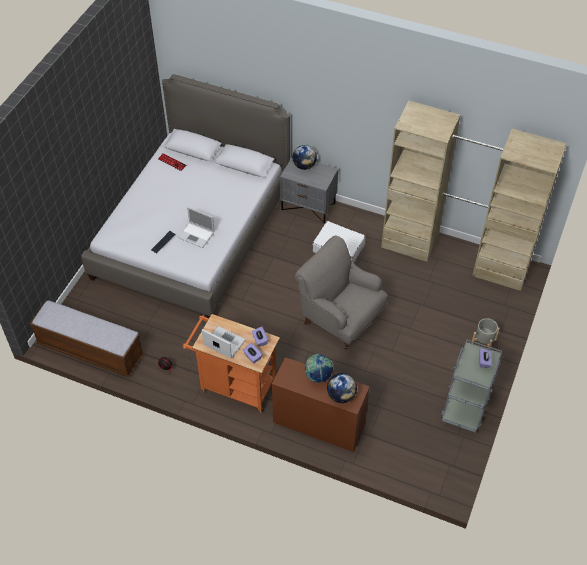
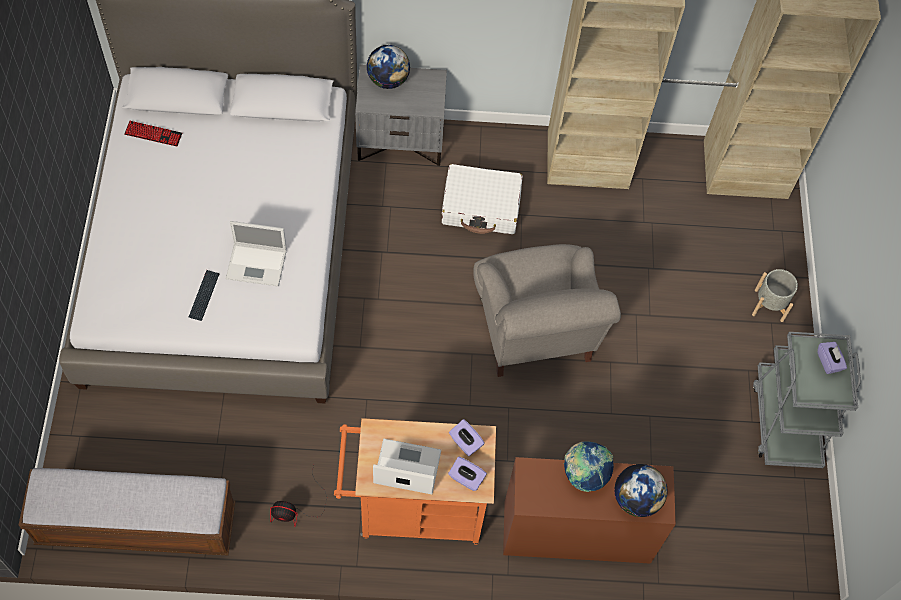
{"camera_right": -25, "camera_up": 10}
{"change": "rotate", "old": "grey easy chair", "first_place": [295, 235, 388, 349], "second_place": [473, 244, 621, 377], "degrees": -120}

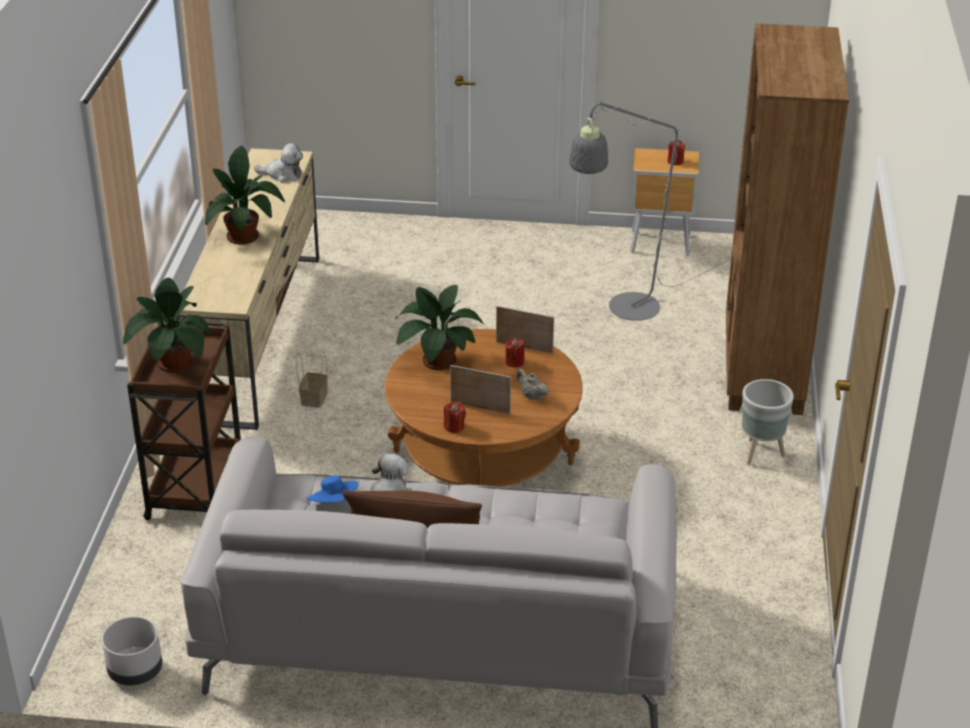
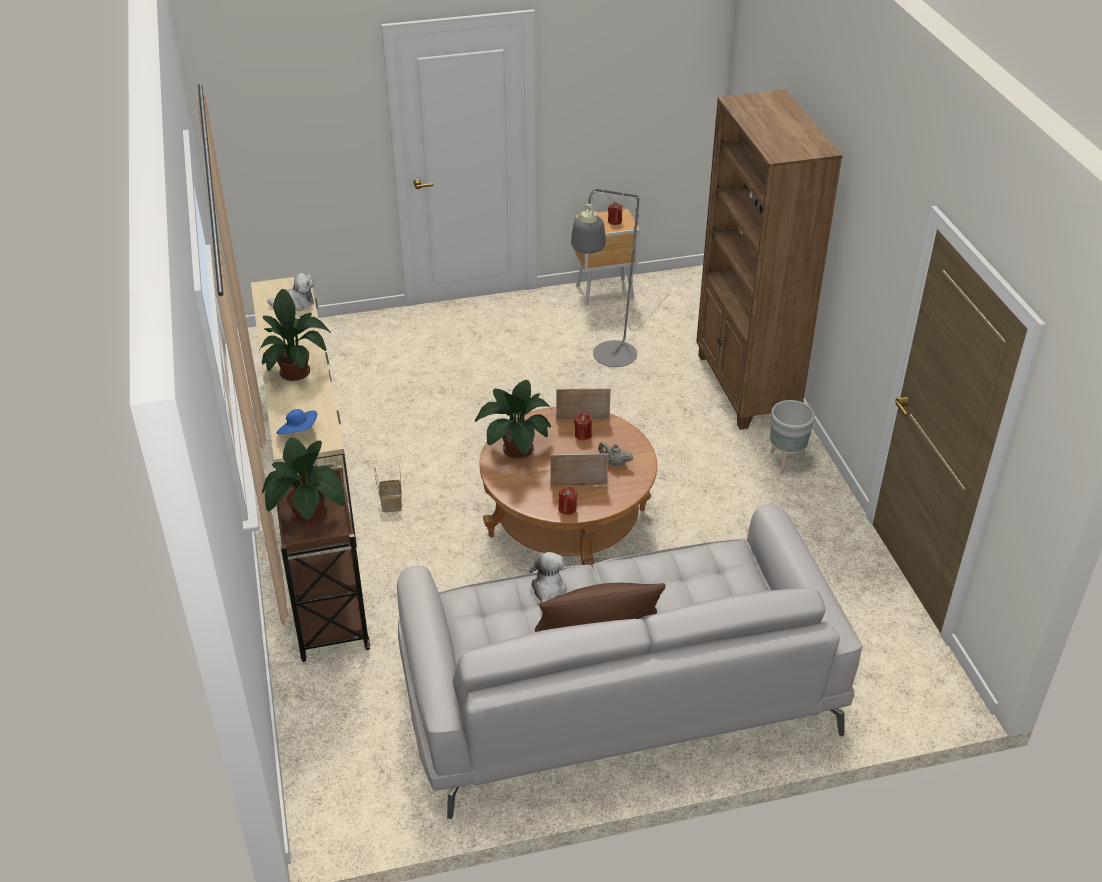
{"camera_right": -20, "camera_up": 5}
{"change": "delete", "old": "grey planter", "first_place": [102, 616, 162, 686]}
{"change": "move", "old": "blue wearable hat", "first_place": [307, 476, 358, 503], "second_place": [276, 409, 317, 434]}

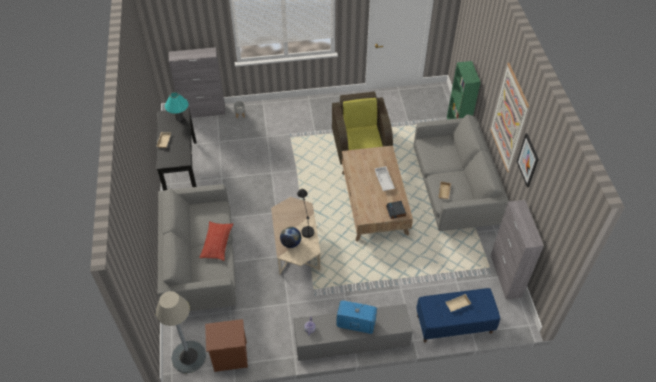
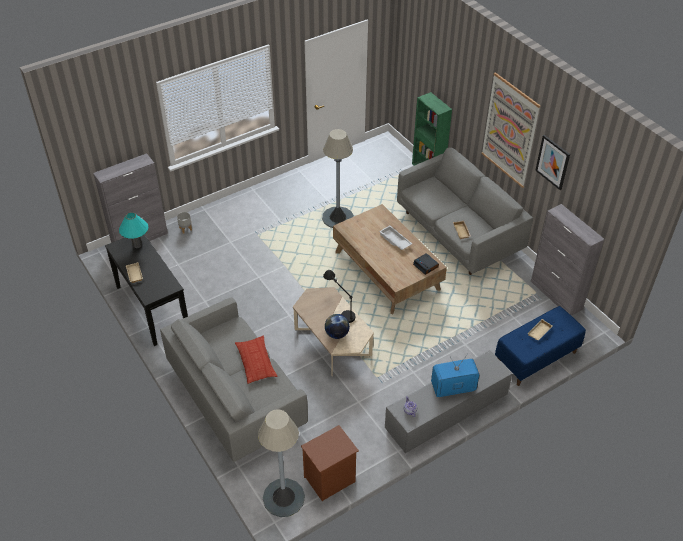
{"camera_right": -25, "camera_up": -5}
{"change": "replace", "old": "brown easy chair", "new": "grey floor lamp", "first_place": [332, 91, 393, 164], "second_place": [322, 129, 354, 228]}

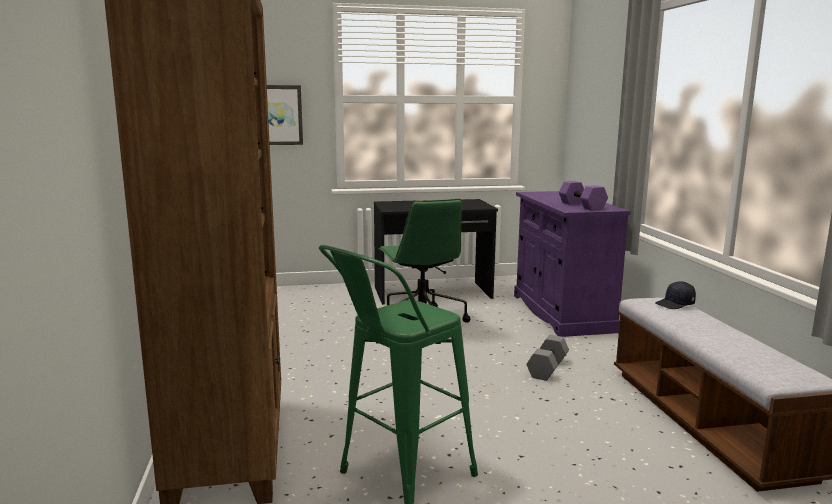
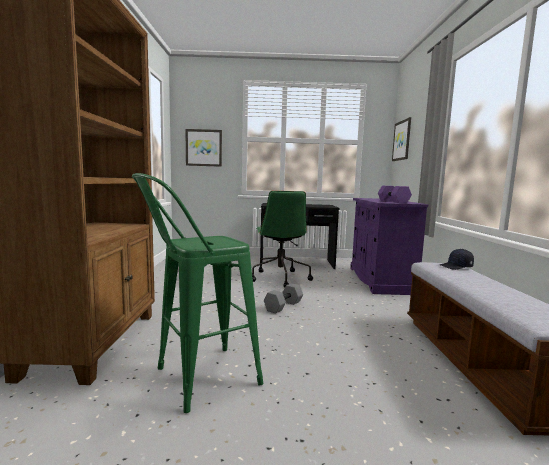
{"camera_right": 10, "camera_up": -5}
{"change": "move", "old": "grey hand weight", "first_place": [526, 335, 569, 381], "second_place": [264, 283, 303, 313]}
{"change": "insert", "new": "wall picture", "second_place": [392, 117, 411, 161]}

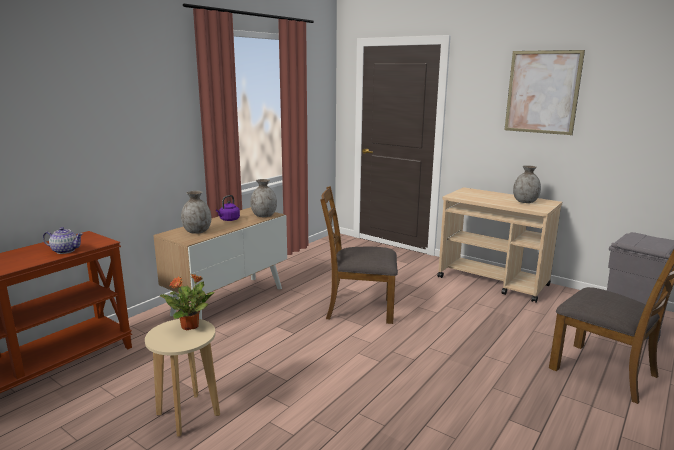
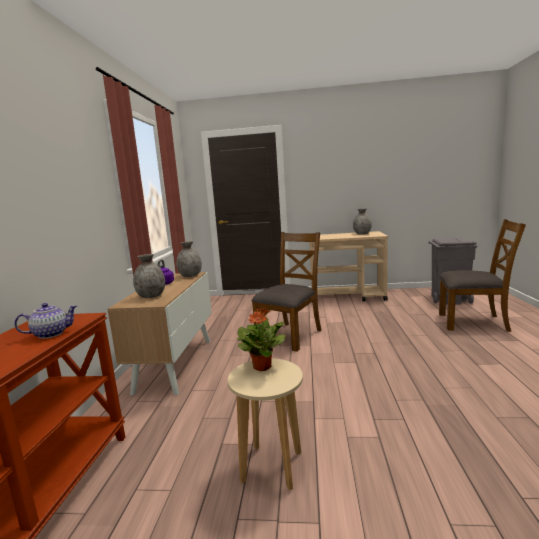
{"camera_right": -30, "camera_up": -5}
{"change": "rotate", "old": "brown chair", "first_place": [321, 186, 398, 324], "second_place": [252, 232, 322, 352], "degrees": 150}
{"change": "delete", "old": "wall picture", "first_place": [505, 50, 585, 135]}

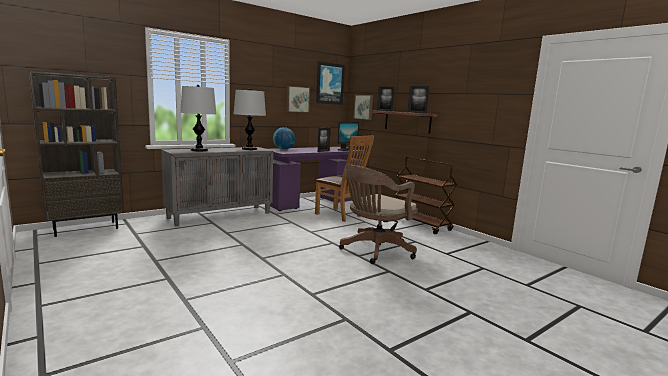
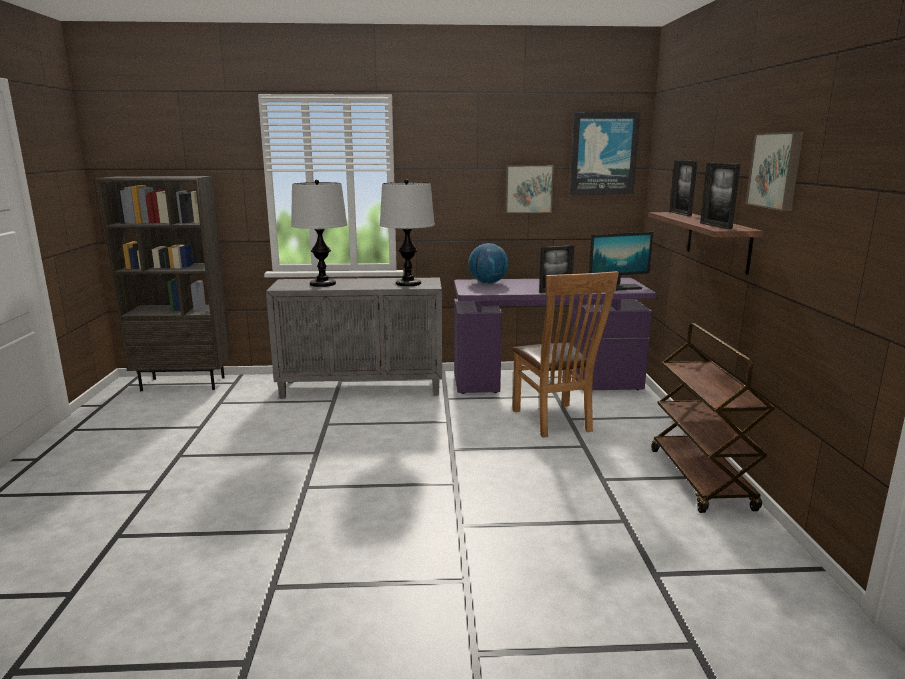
{"camera_right": 35, "camera_up": 5}
{"change": "delete", "old": "brown office chair", "first_place": [339, 165, 418, 264]}
{"change": "move", "old": "wall picture", "first_place": [353, 95, 373, 120], "second_place": [745, 132, 803, 211]}

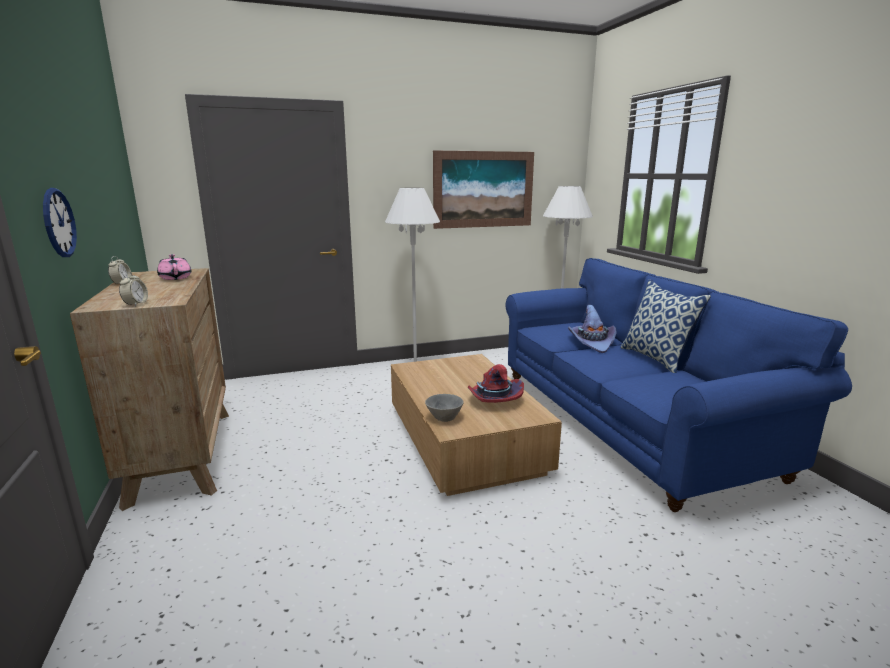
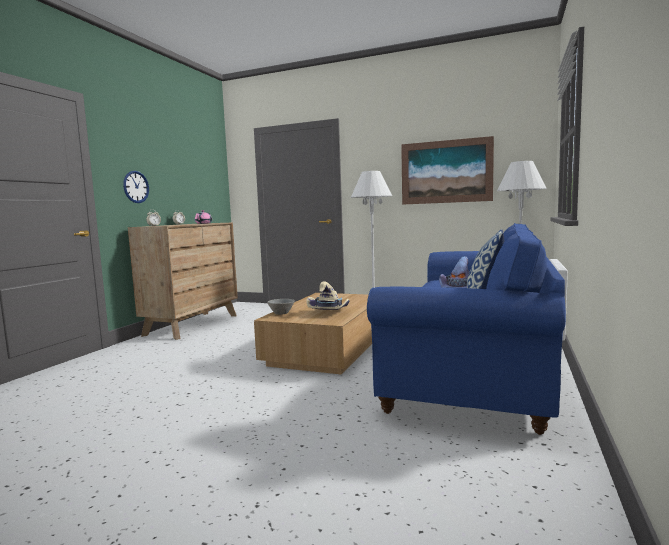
{"camera_right": 40, "camera_up": -10}
{"change": "recolor", "old": "reddish wearable hat", "new": "beige-coloured wearable hat", "first_place": [468, 364, 524, 403], "second_place": [306, 281, 349, 310]}

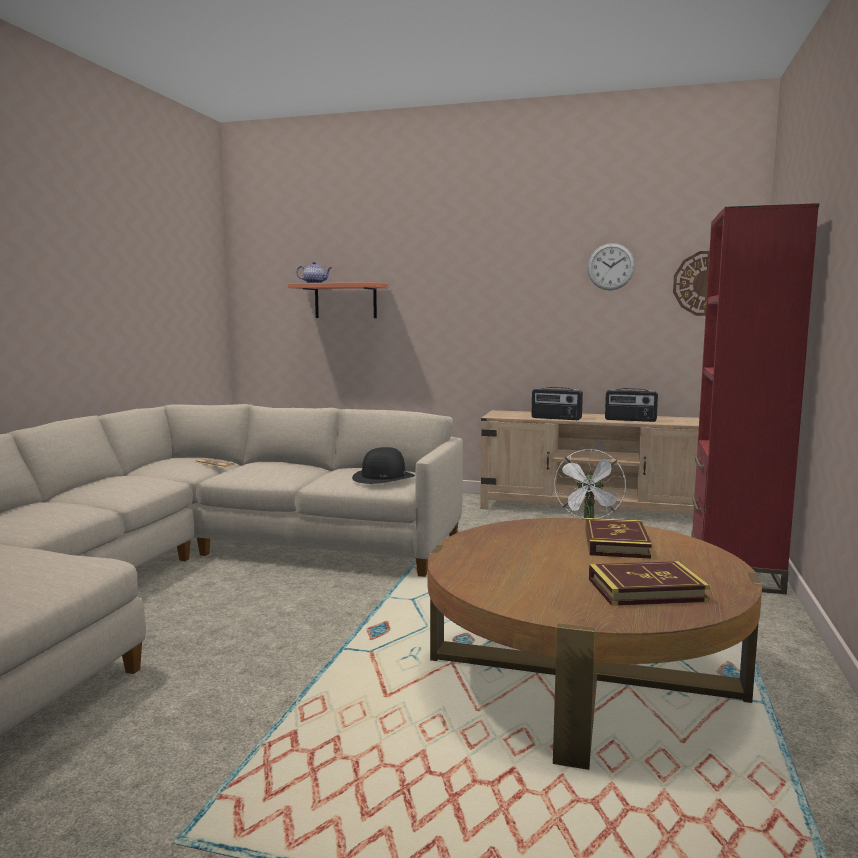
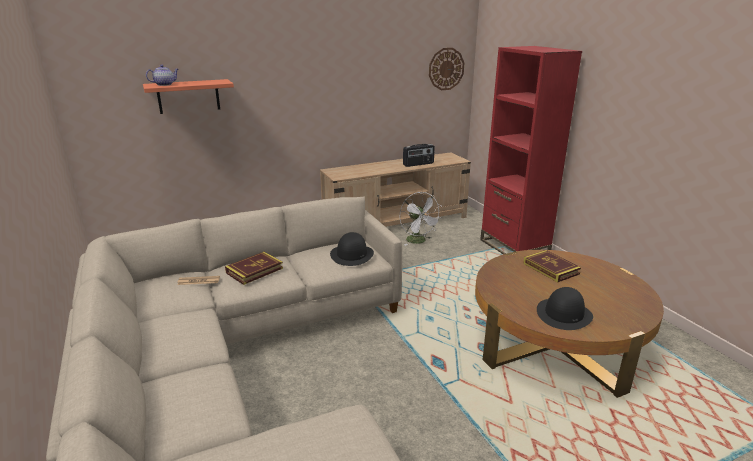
{"camera_right": -40, "camera_up": 15}
{"change": "delete", "old": "radio", "first_place": [531, 387, 583, 420]}
{"change": "delete", "old": "wall clock", "first_place": [587, 243, 635, 290]}
{"change": "move", "old": "book", "first_place": [589, 561, 710, 606], "second_place": [225, 252, 283, 285]}
{"change": "insert", "new": "blackish wearable hat", "second_place": [537, 287, 593, 330]}

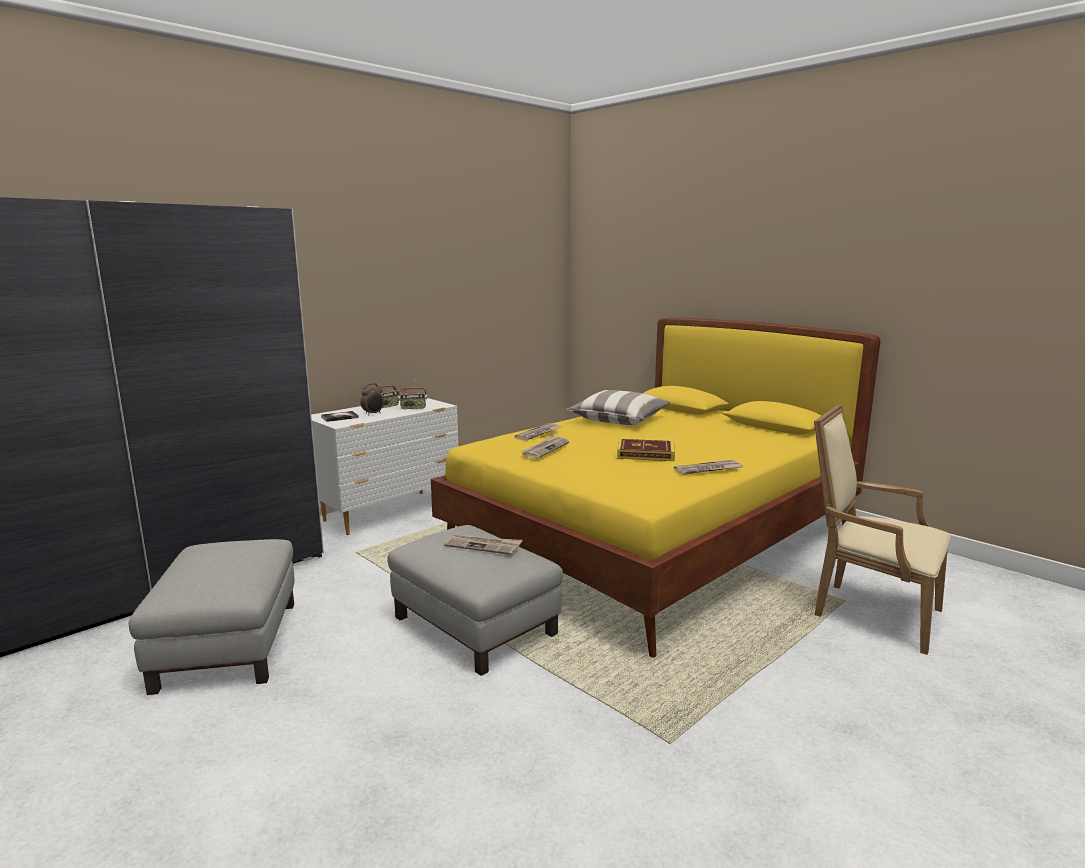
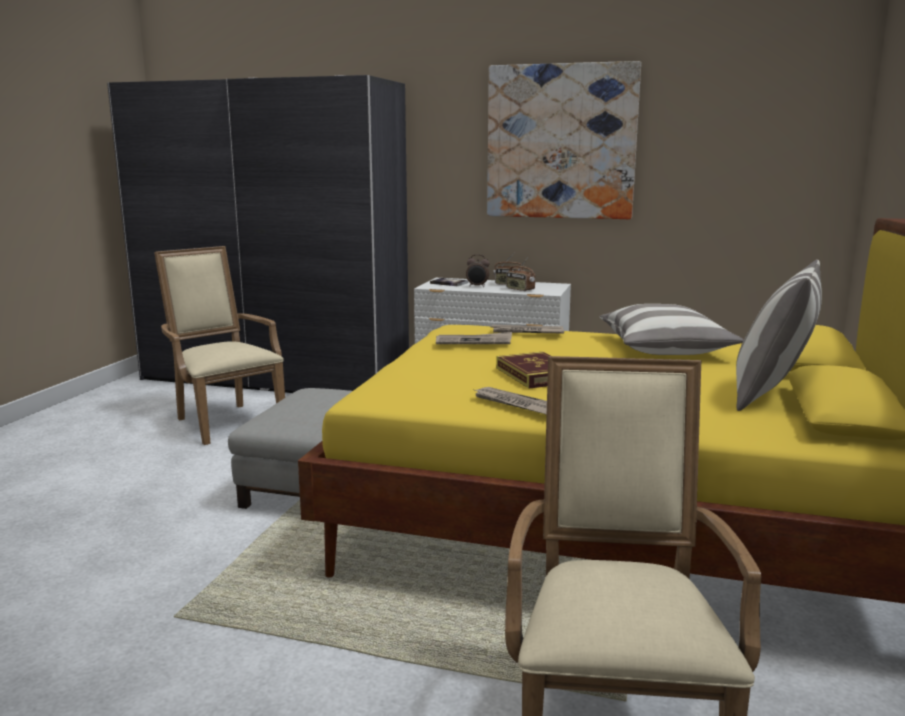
{"camera_right": 60, "camera_up": 0}
{"change": "replace", "old": "grey ottoman", "new": "beige-coloured easy chair", "first_place": [129, 539, 294, 695], "second_place": [154, 246, 285, 445]}
{"change": "delete", "old": "printed paper", "first_place": [444, 533, 522, 555]}
{"change": "insert", "new": "wall picture", "second_place": [487, 61, 641, 219]}
{"change": "insert", "new": "pillow", "second_place": [736, 260, 822, 411]}

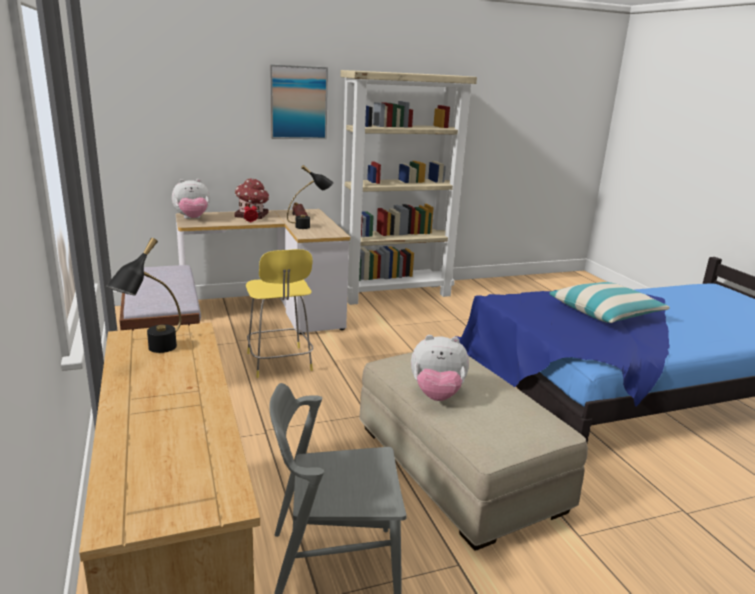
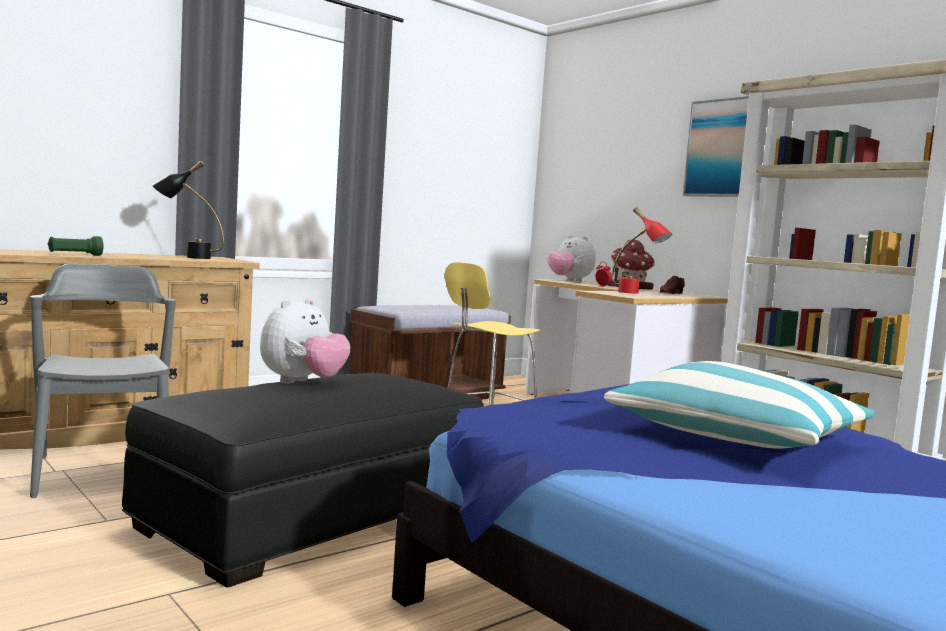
{"camera_right": 70, "camera_up": -15}
{"change": "recolor", "old": "blackish lamp for a table", "new": "reddish lamp for a table", "first_place": [287, 165, 333, 229], "second_place": [612, 207, 672, 294]}
{"change": "recolor", "old": "beige-coloured ottoman", "new": "blackish ottoman", "first_place": [359, 352, 588, 551], "second_place": [122, 373, 484, 587]}
{"change": "rotate", "old": "cuddly toy", "first_place": [411, 335, 469, 401], "second_place": [260, 298, 351, 383], "degrees": -135}
{"change": "insert", "new": "greenish flashlight", "second_place": [48, 236, 103, 256]}

